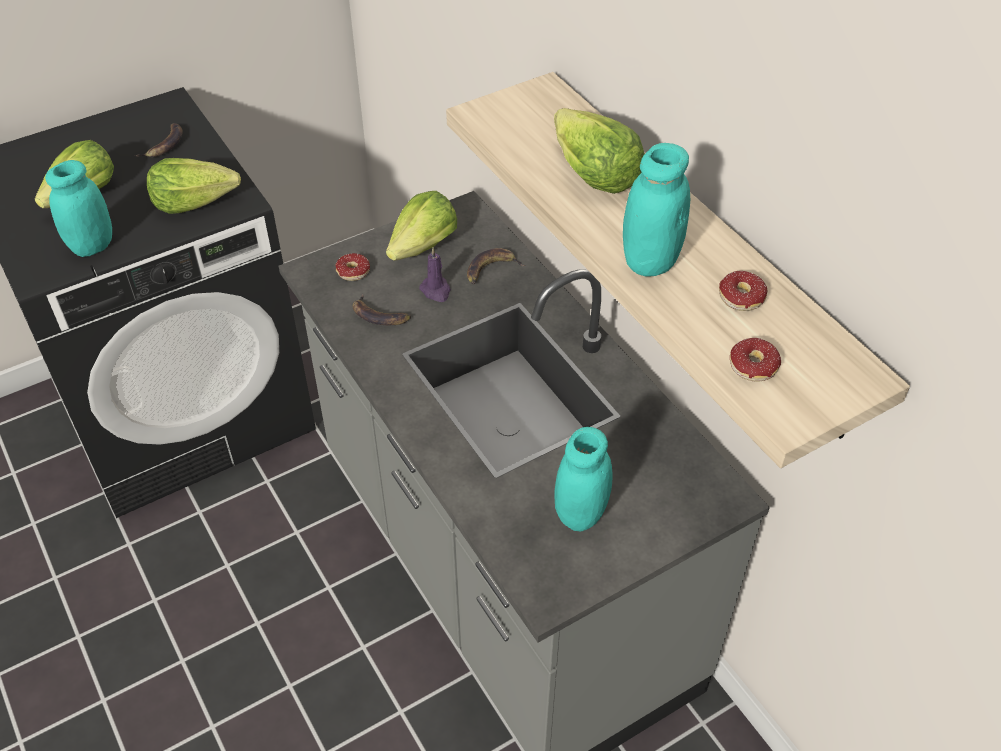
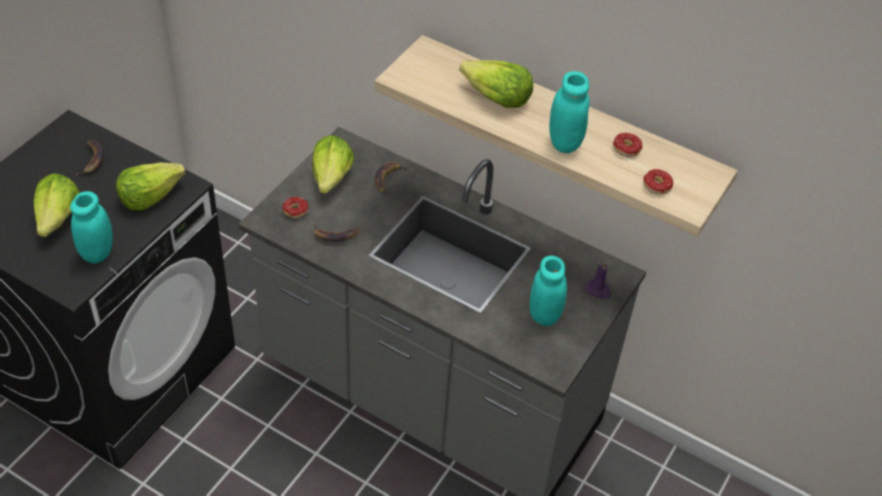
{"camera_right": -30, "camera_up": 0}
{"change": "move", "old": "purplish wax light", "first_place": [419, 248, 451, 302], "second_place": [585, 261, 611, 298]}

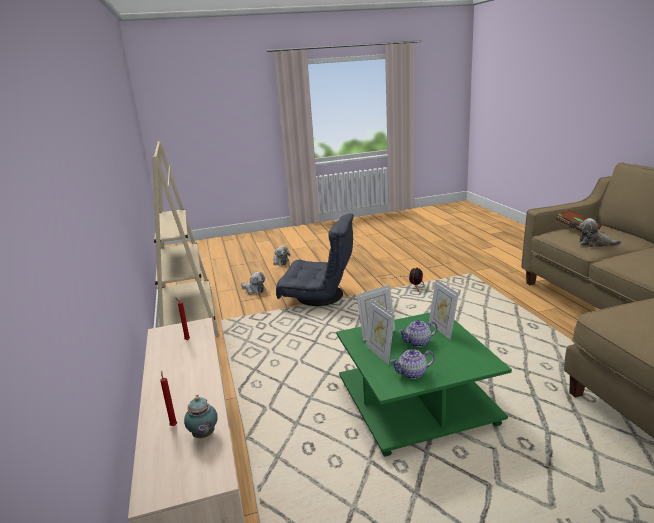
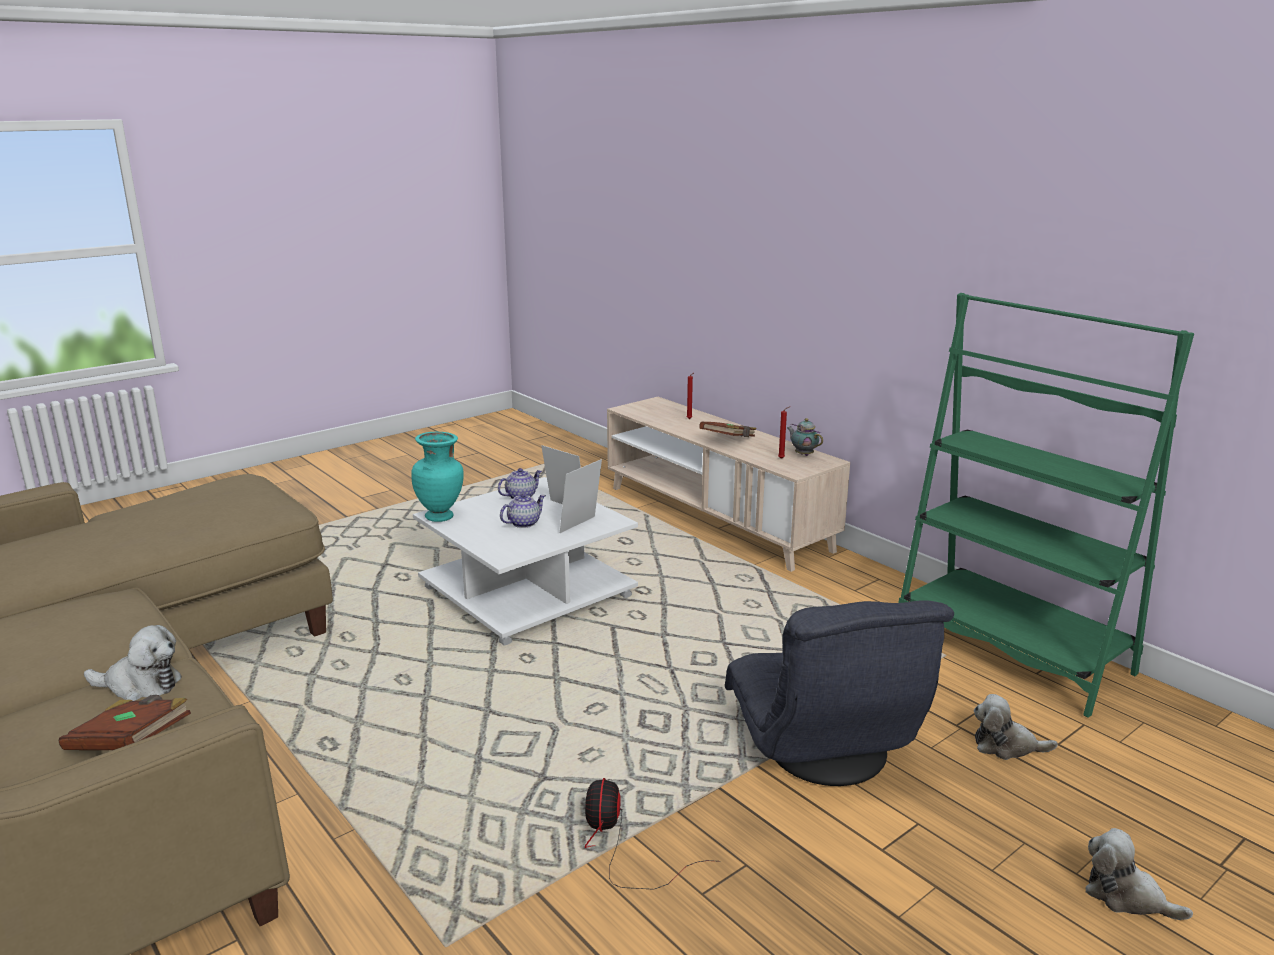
{"camera_right": 155, "camera_up": 0}
{"change": "recolor", "old": "beige-coloured bookshelf", "new": "greenish bookshelf", "first_place": [152, 141, 220, 338], "second_place": [898, 293, 1194, 718]}
{"change": "move", "old": "tea pot", "first_place": [184, 394, 218, 438], "second_place": [787, 418, 823, 456]}
{"change": "rotate", "old": "grey easy chair", "first_place": [276, 213, 354, 306], "second_place": [725, 600, 954, 786], "degrees": -90}
{"change": "recolor", "old": "greenish lounge table", "new": "white lounge table", "first_place": [336, 313, 512, 457], "second_place": [413, 477, 638, 646]}
{"change": "delete", "old": "picture frame", "first_place": [429, 279, 459, 340]}
{"change": "insert", "new": "turquoise-coloured decorative vase", "second_place": [411, 432, 464, 522]}
{"change": "insert", "new": "brown book", "second_place": [699, 422, 757, 437]}

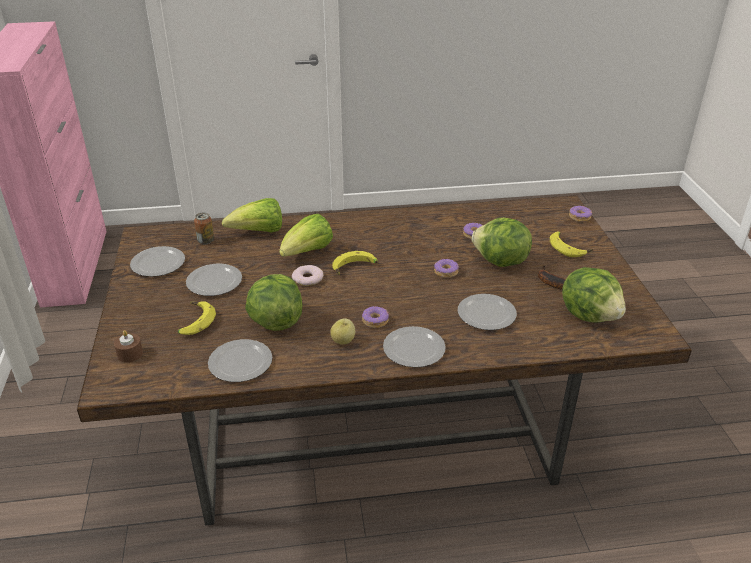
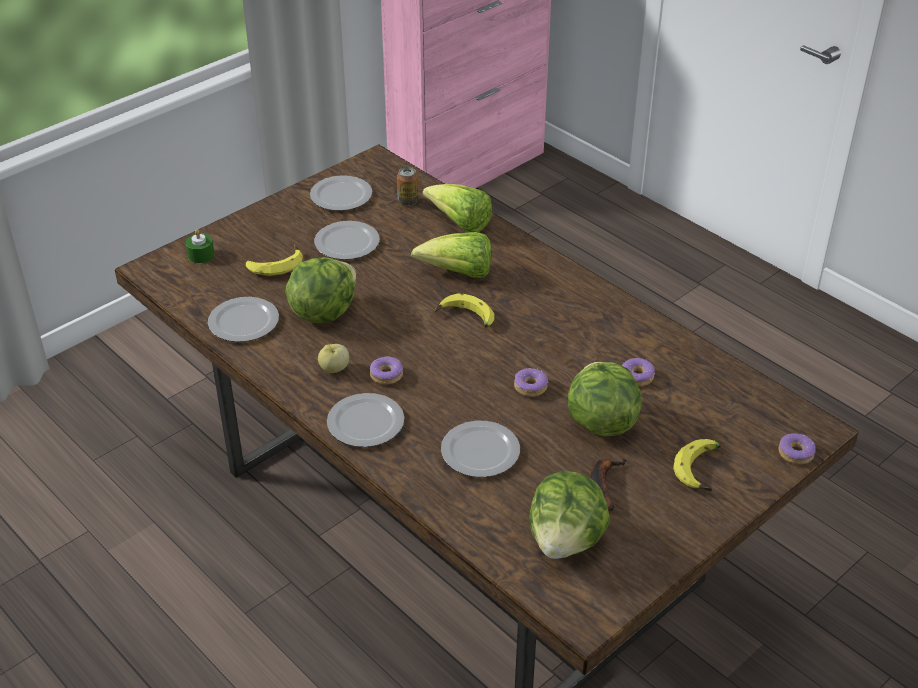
{"camera_right": 55, "camera_up": 5}
{"change": "recolor", "old": "brown wax light", "new": "greenish wax light", "first_place": [114, 330, 143, 362], "second_place": [186, 229, 215, 263]}
{"change": "delete", "old": "donut", "first_place": [292, 265, 323, 286]}

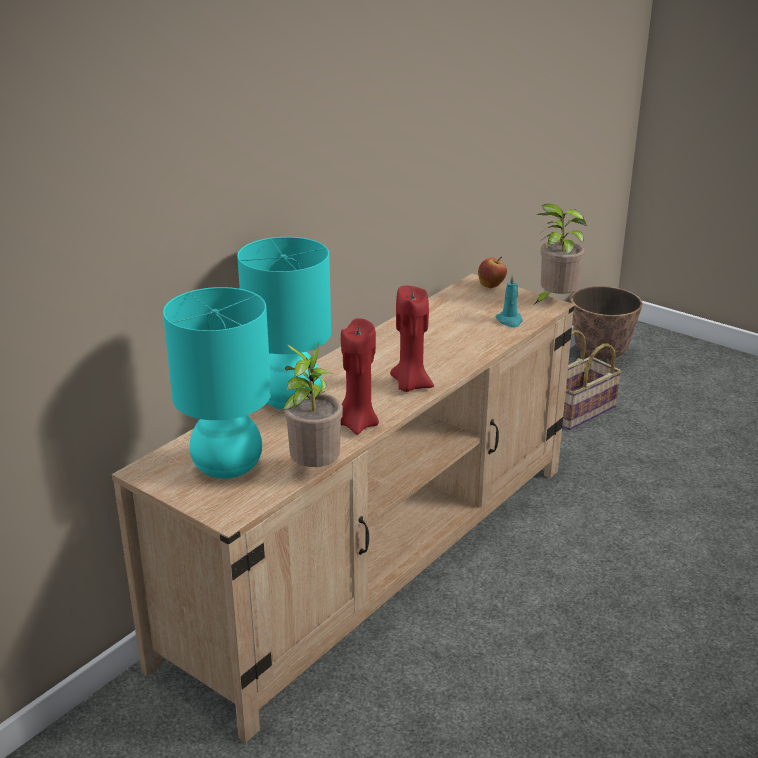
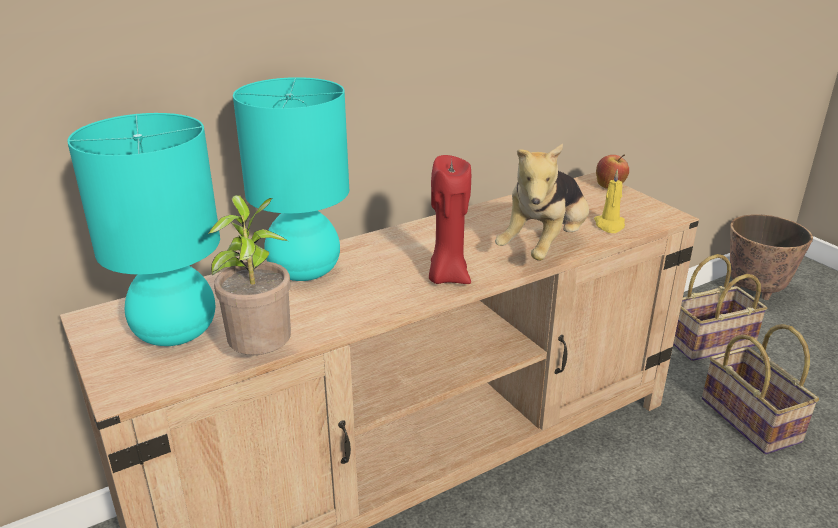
{"camera_right": 20, "camera_up": 0}
{"change": "delete", "old": "reddish wax light", "first_place": [341, 318, 379, 435]}
{"change": "recolor", "old": "turquoise-coloured wax light", "new": "yellowish wax light", "first_place": [495, 273, 523, 327], "second_place": [594, 169, 625, 233]}
{"change": "delete", "old": "potted plant", "first_place": [535, 204, 587, 304]}
{"change": "insert", "new": "cuddly toy", "second_place": [495, 144, 589, 260]}
{"change": "insert", "new": "storage basket", "second_place": [702, 324, 819, 454]}

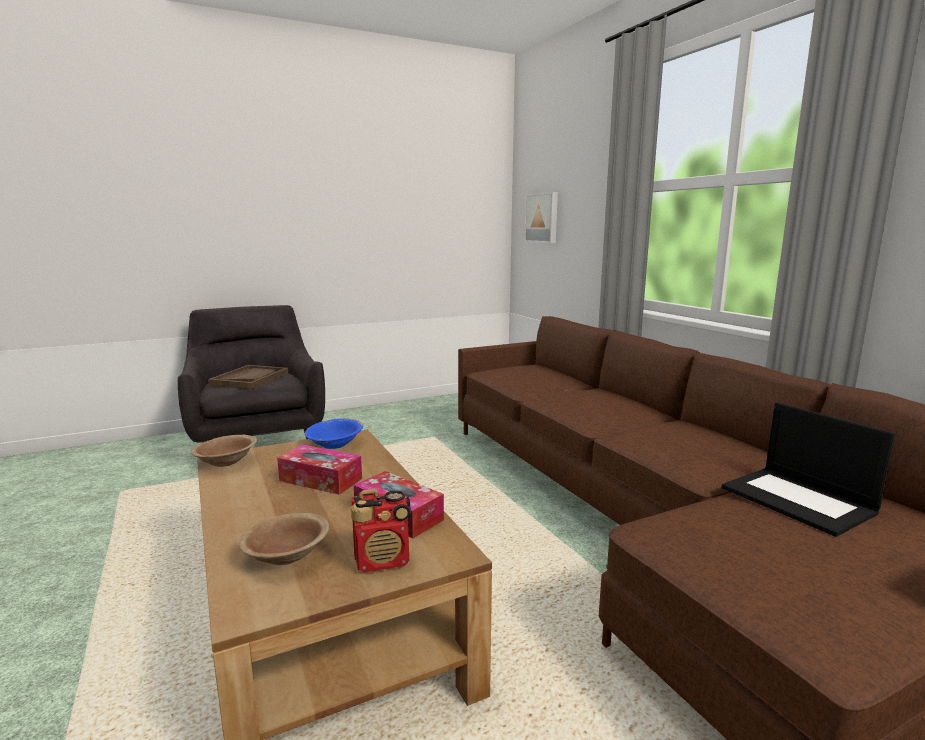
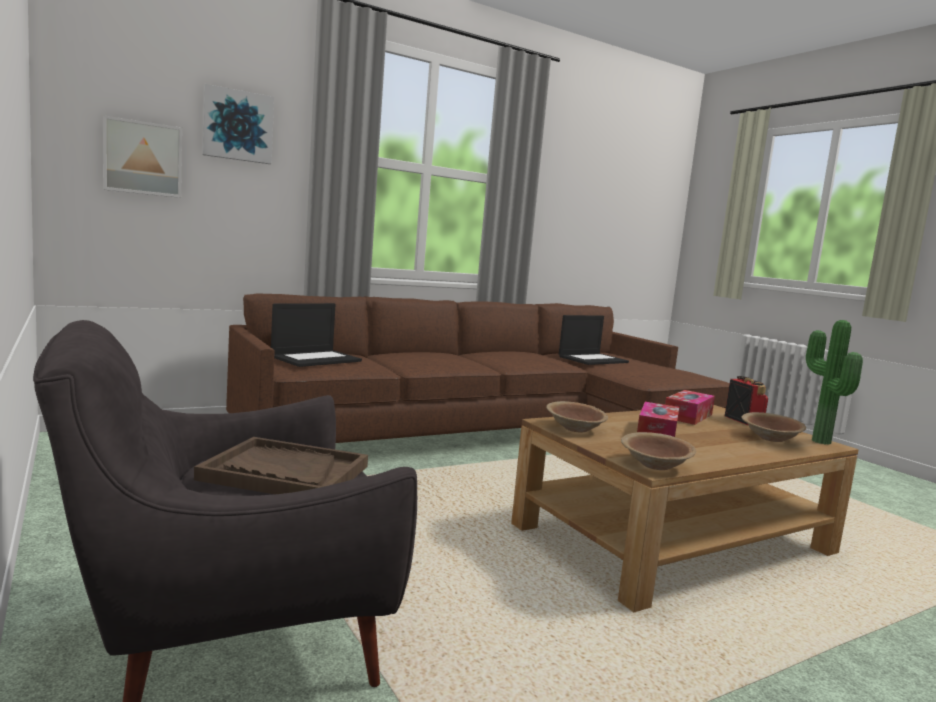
{"camera_right": -95, "camera_up": -5}
{"change": "recolor", "old": "blue bowl", "new": "brown bowl", "first_place": [305, 418, 363, 449], "second_place": [546, 401, 608, 433]}
{"change": "insert", "new": "wall picture", "second_place": [202, 84, 274, 164]}
{"change": "insert", "new": "portable computer", "second_place": [271, 303, 362, 367]}
{"change": "insert", "new": "potted plant", "second_place": [806, 320, 863, 445]}

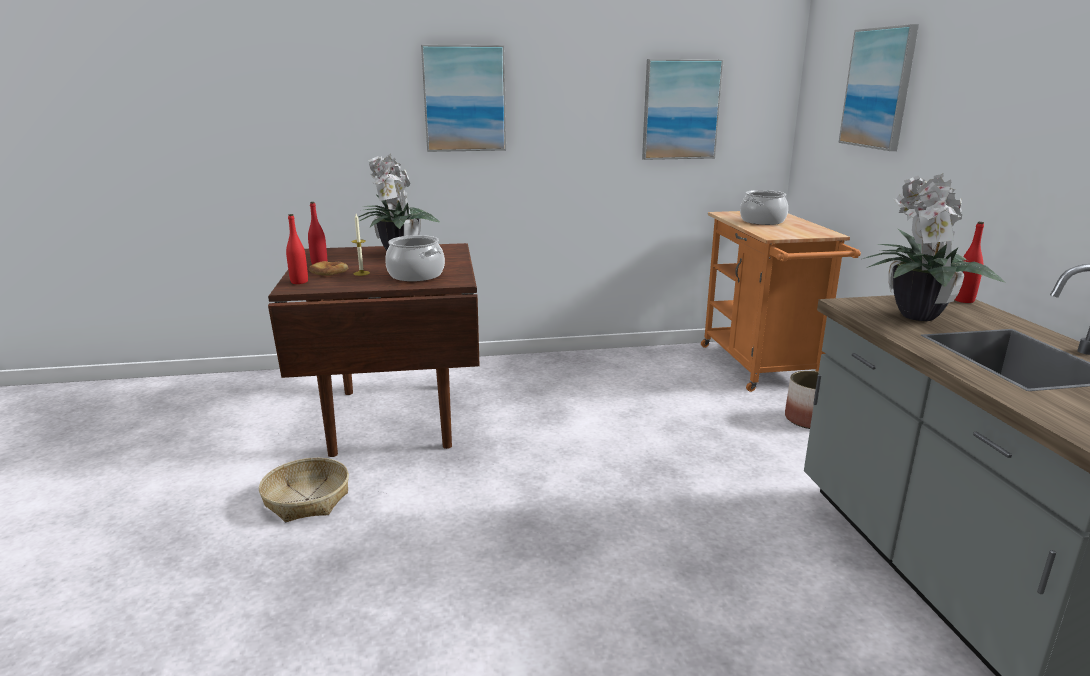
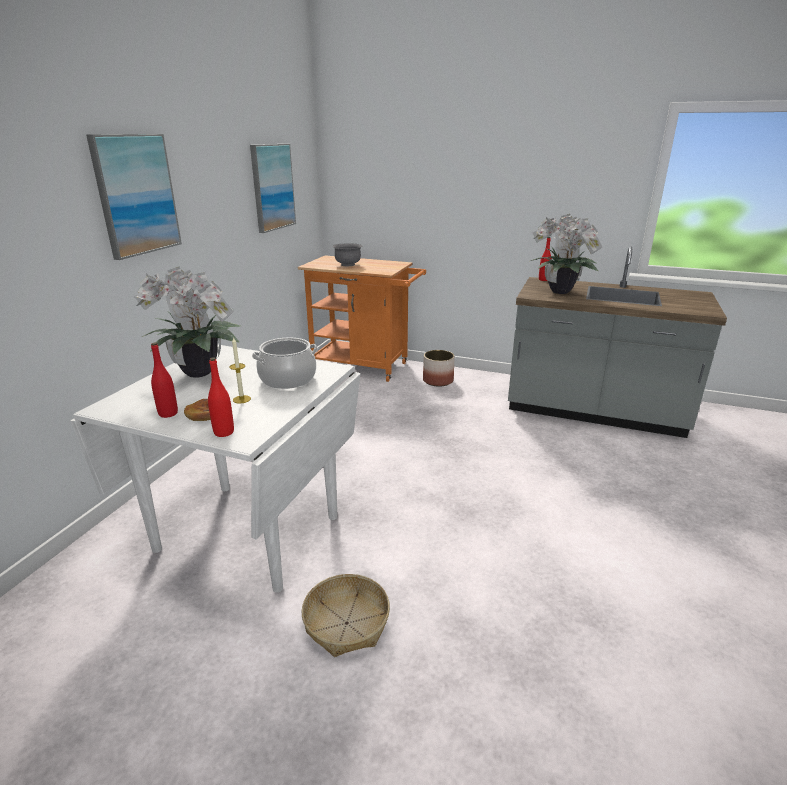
{"camera_right": -60, "camera_up": 5}
{"change": "recolor", "old": "brown kitchen table", "new": "white kitchen table", "first_place": [268, 243, 480, 457], "second_place": [71, 345, 360, 593]}
{"change": "replace", "old": "stockpot", "new": "grey bowl", "first_place": [740, 190, 788, 225], "second_place": [332, 243, 362, 266]}
{"change": "delete", "old": "wall picture", "first_place": [838, 24, 919, 151]}

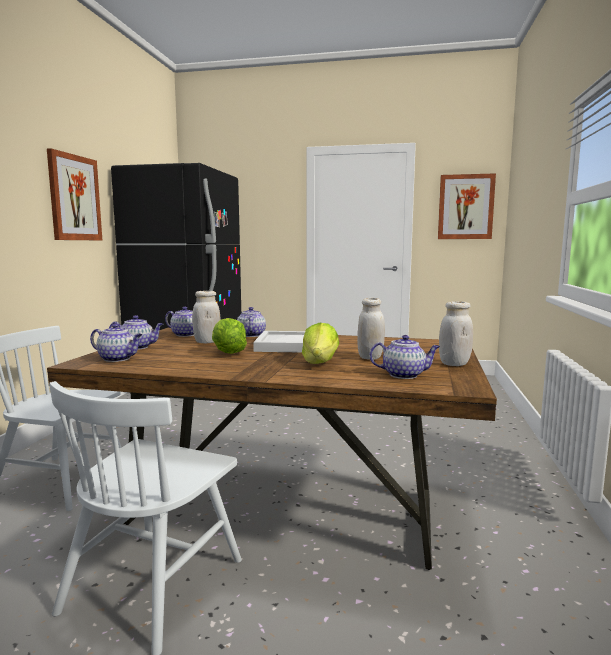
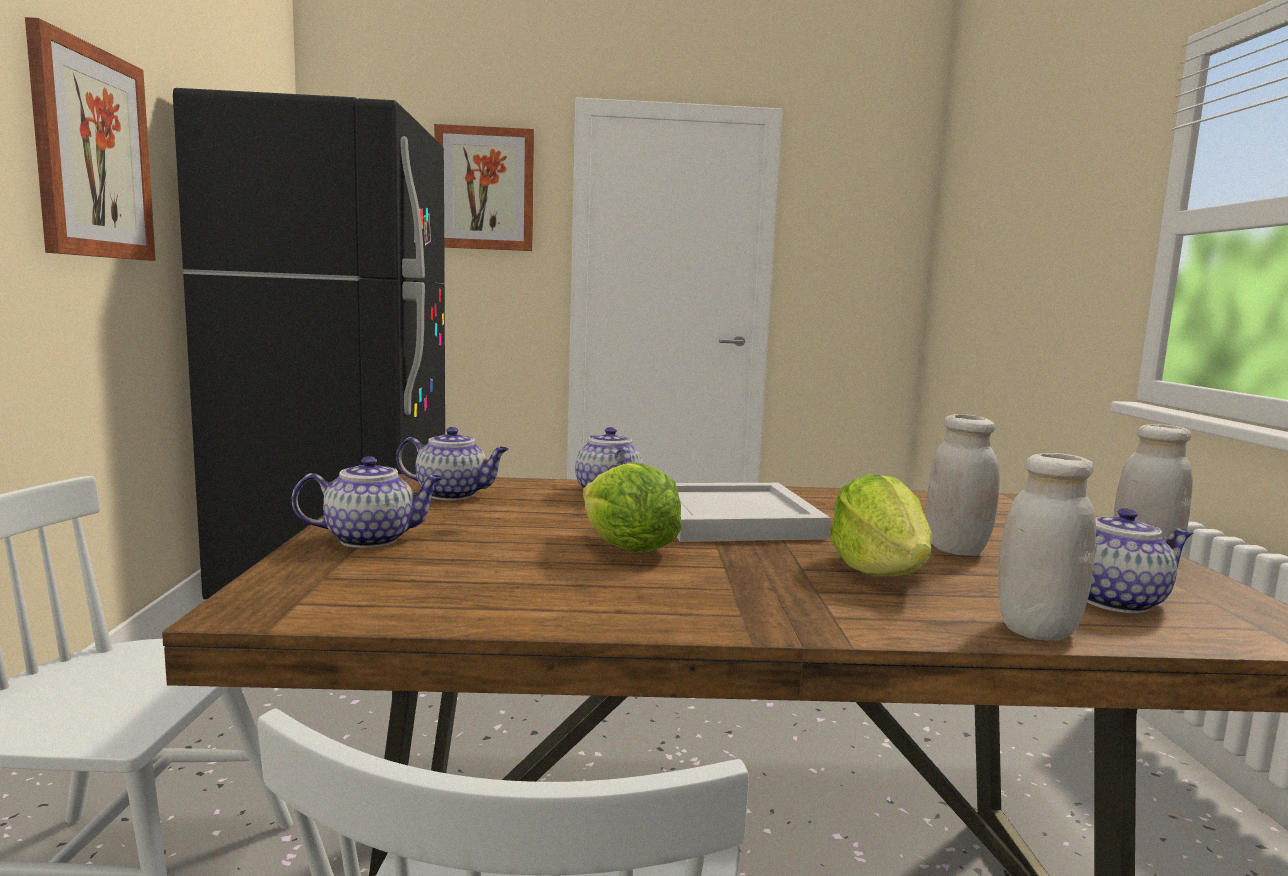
{"camera_right": -15, "camera_up": 0}
{"change": "delete", "old": "tea pot", "first_place": [90, 323, 142, 362]}
{"change": "move", "old": "white jar", "first_place": [192, 291, 221, 343], "second_place": [998, 453, 1096, 641]}
{"change": "move", "old": "wall picture", "first_place": [438, 173, 496, 239], "second_place": [434, 124, 534, 251]}

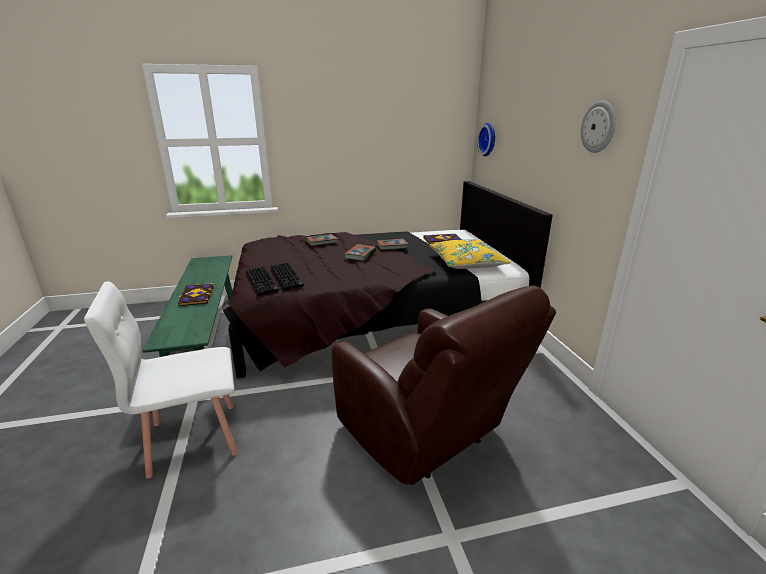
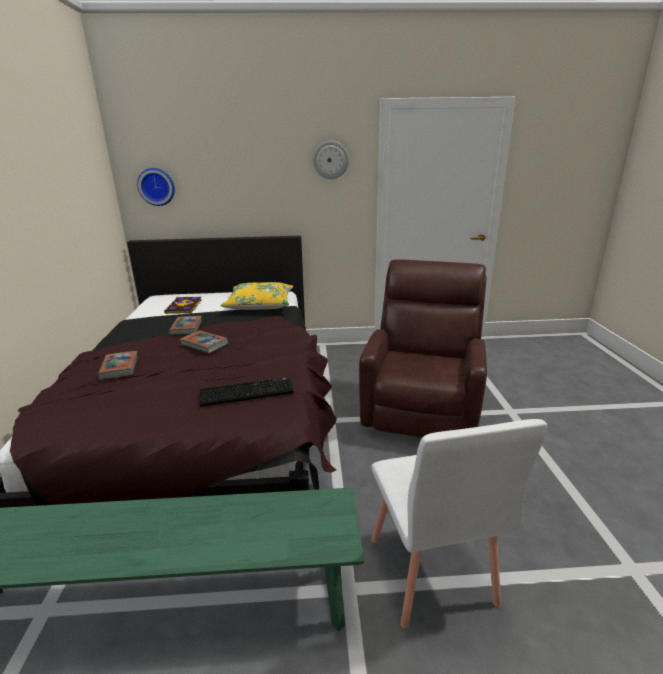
{"camera_right": -80, "camera_up": 0}
{"change": "delete", "old": "book", "first_place": [177, 283, 214, 306]}
{"change": "delete", "old": "PC keyboard", "first_place": [246, 267, 279, 296]}
{"change": "rotate", "old": "brown easy chair", "first_place": [331, 286, 556, 485], "second_place": [359, 259, 487, 438], "degrees": -45}

